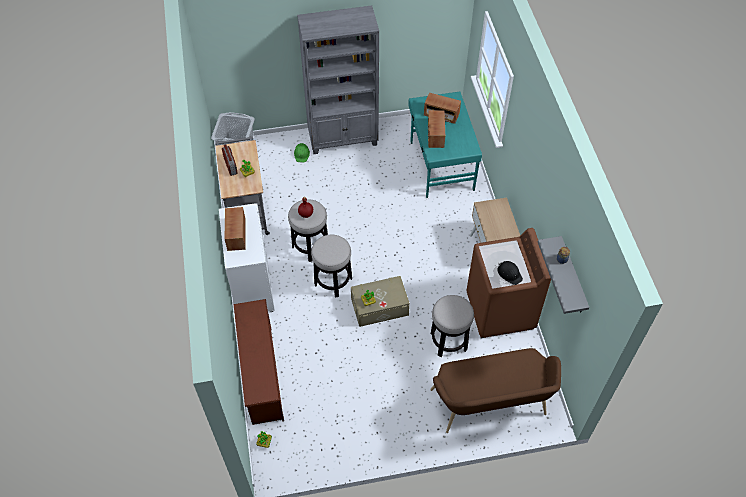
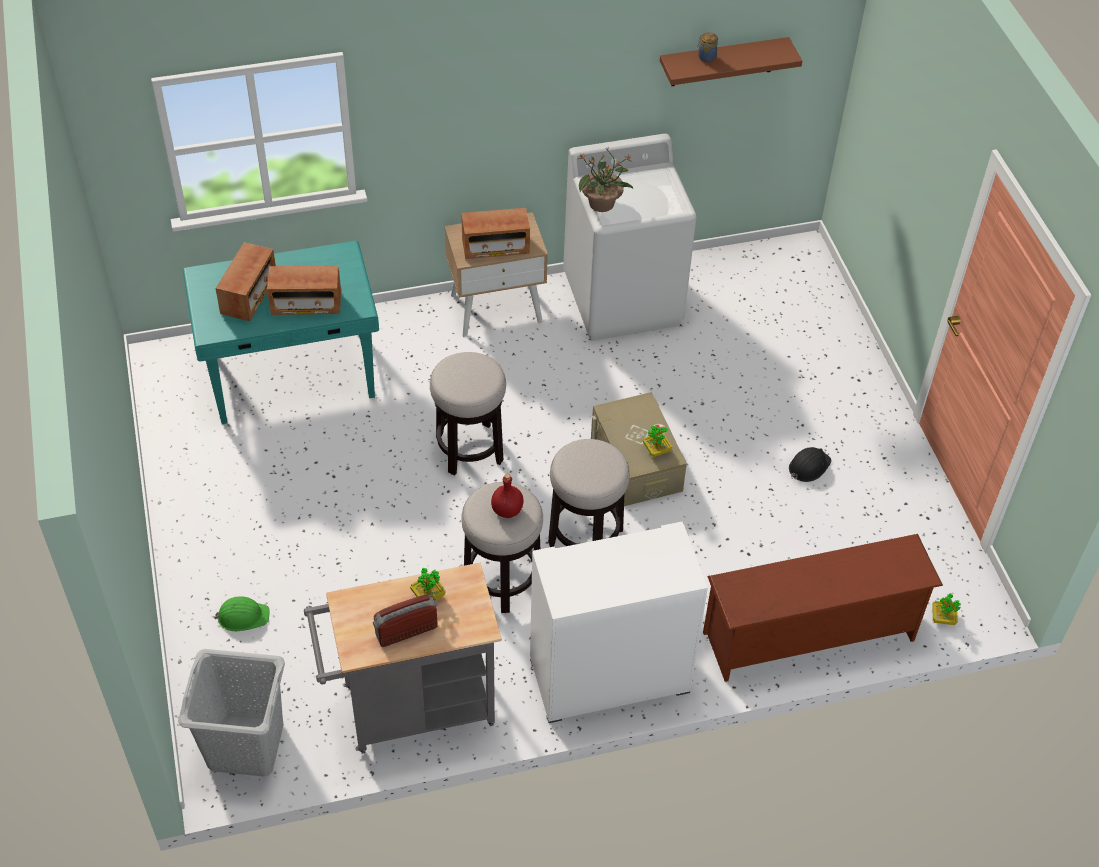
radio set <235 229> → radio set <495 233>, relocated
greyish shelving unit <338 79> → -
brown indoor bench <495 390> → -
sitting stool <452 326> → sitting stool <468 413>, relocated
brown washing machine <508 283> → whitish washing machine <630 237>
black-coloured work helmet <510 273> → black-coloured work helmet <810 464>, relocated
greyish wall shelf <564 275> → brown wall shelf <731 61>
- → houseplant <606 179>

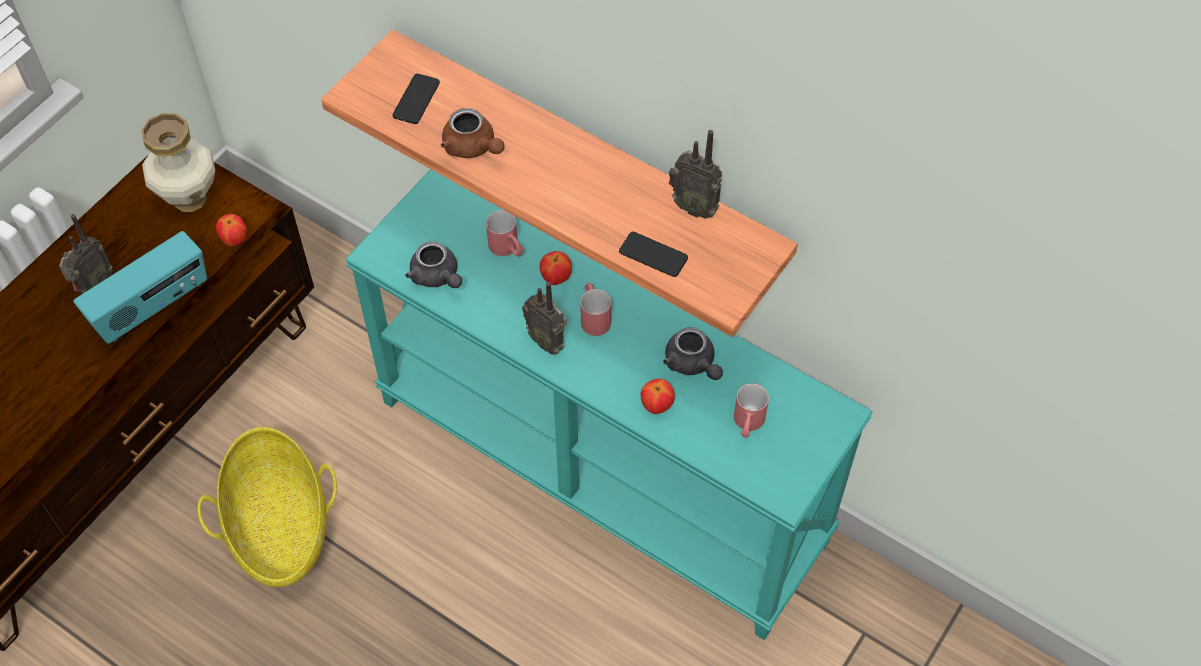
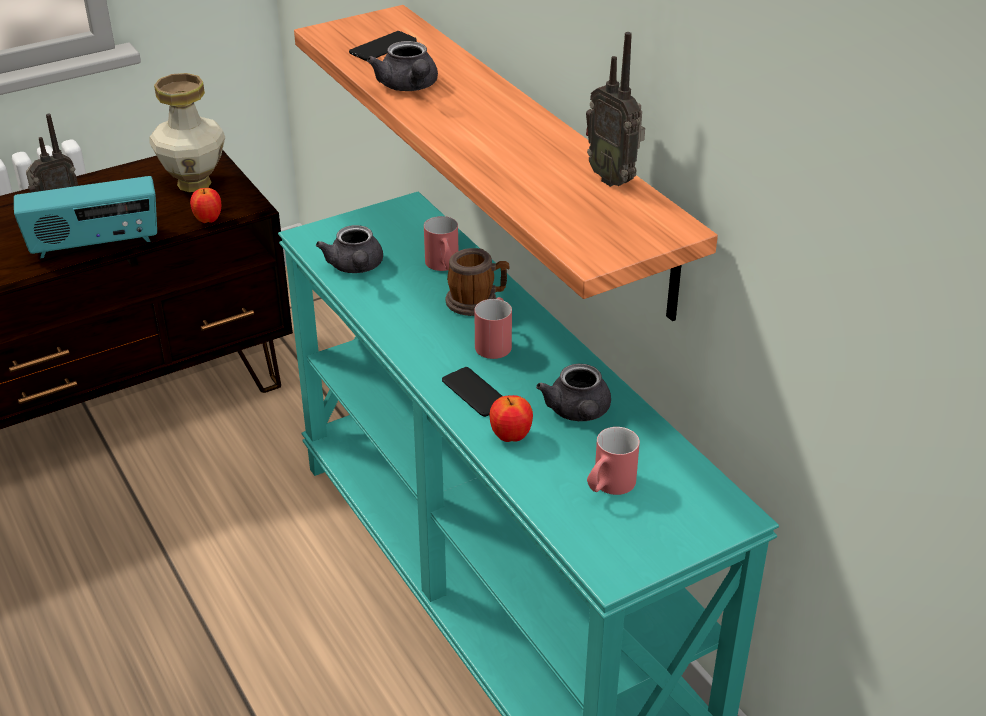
household basket <267 507> → -
brown tea pot <473 133> → greyish tea pot <402 66>
radio set <544 318> → -
whole apple <556 268> → mug <477 282>
telephone <653 254> → telephone <472 392>, relocated

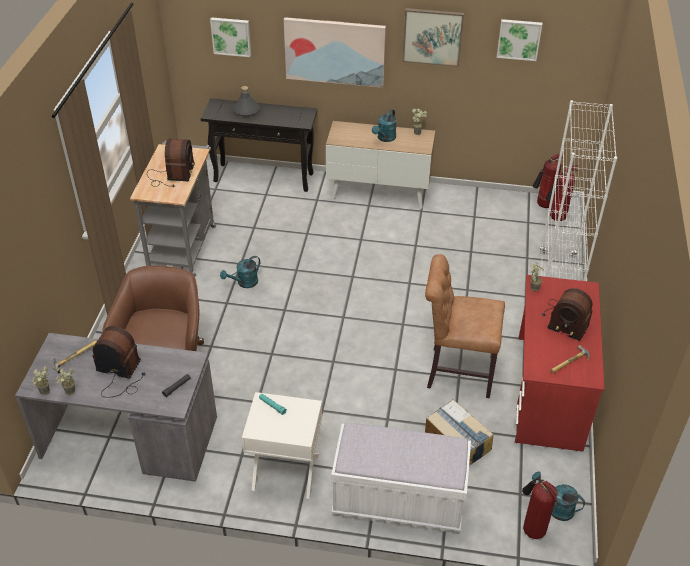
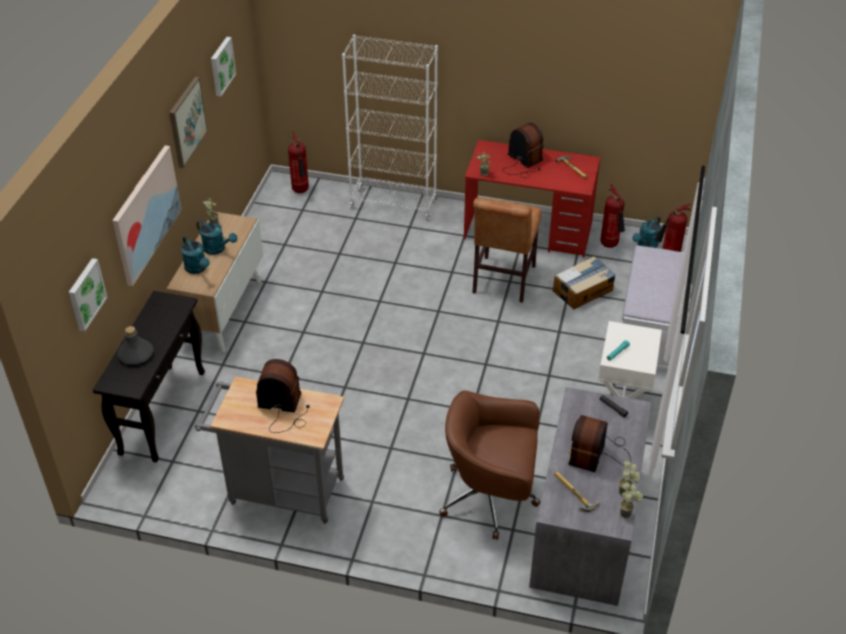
turquoise-coloured watering pot <240 272> → turquoise-coloured watering pot <195 255>, relocated
fire-fighting cylinder <549 180> → fire-fighting cylinder <612 216>, relocated
radio set <567 314> → radio set <523 150>, 75 degrees counterclockwise

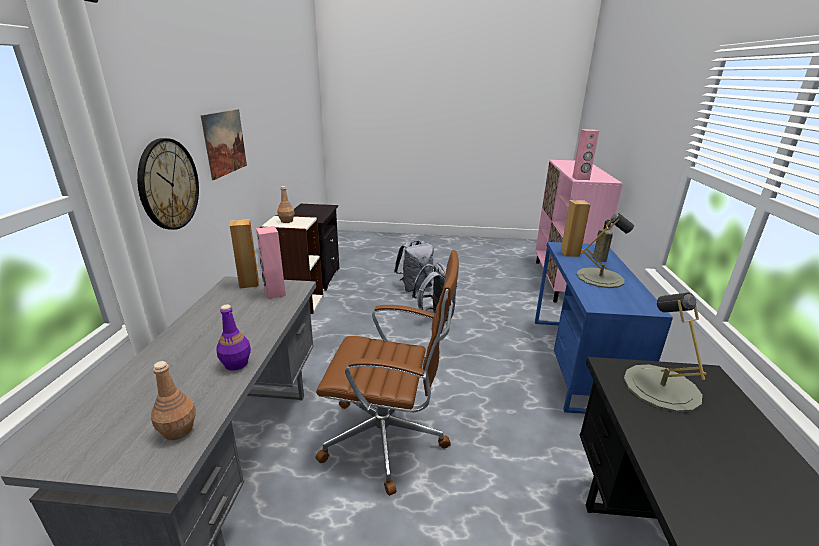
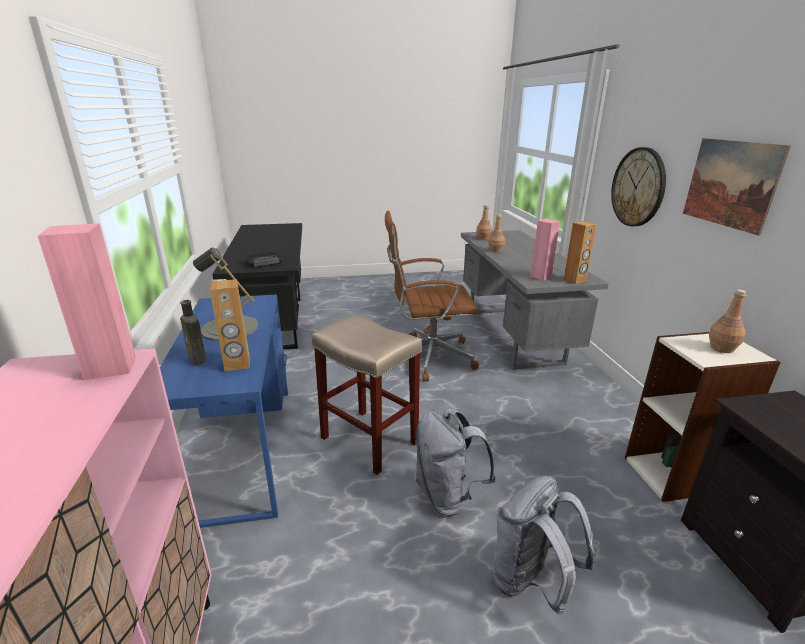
purplish beverage bottle <233 337> → brown beverage bottle <496 233>
greyish lamp for a table <665 352> → radio set <263 259>
- → sand-coloured sitting stool <367 395>

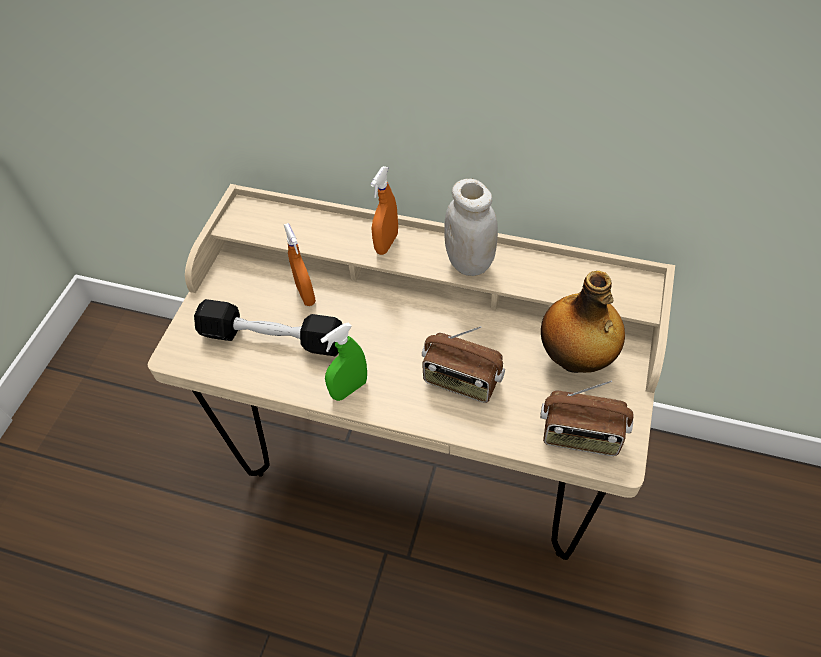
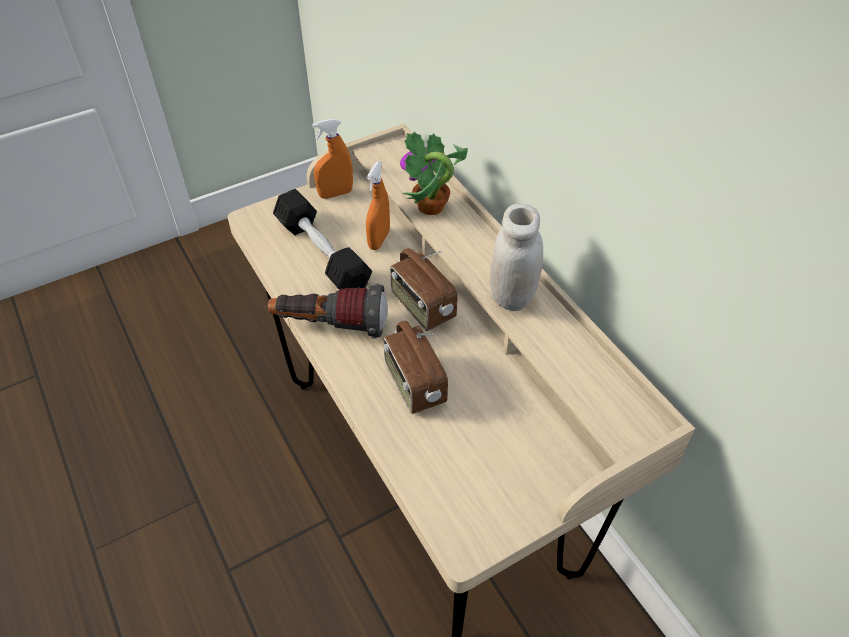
green sprayer <343 361> → flashlight <328 311>
orange-coloured sprayer <384 210> → orange-coloured sprayer <332 158>, relocated
radio set <587 418> → radio set <424 289>, relocated
beverage bottle <583 322> → -
- → houseplant <434 173>

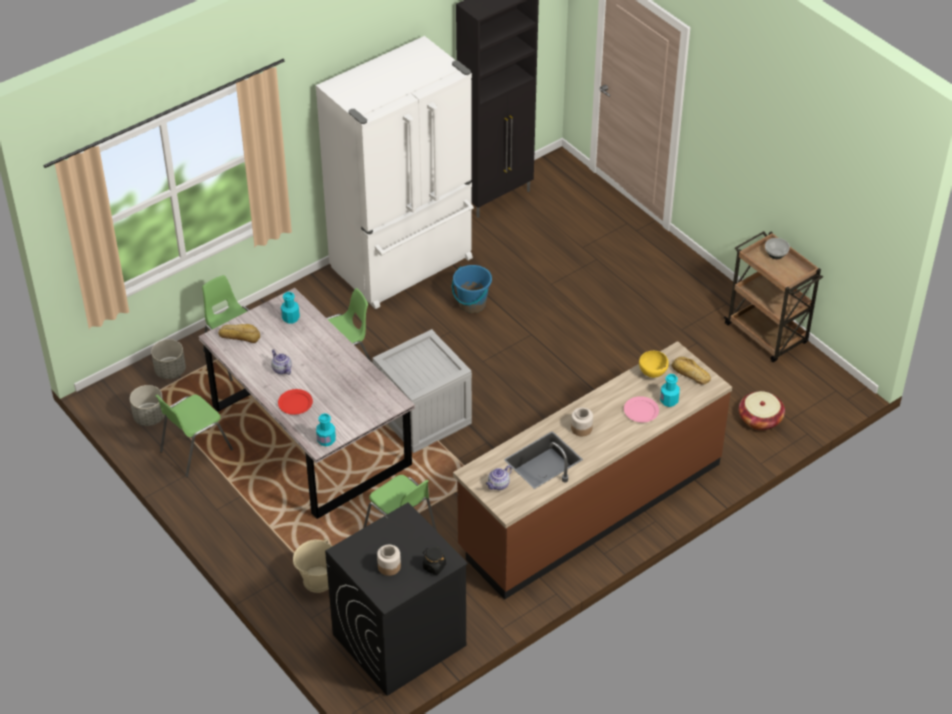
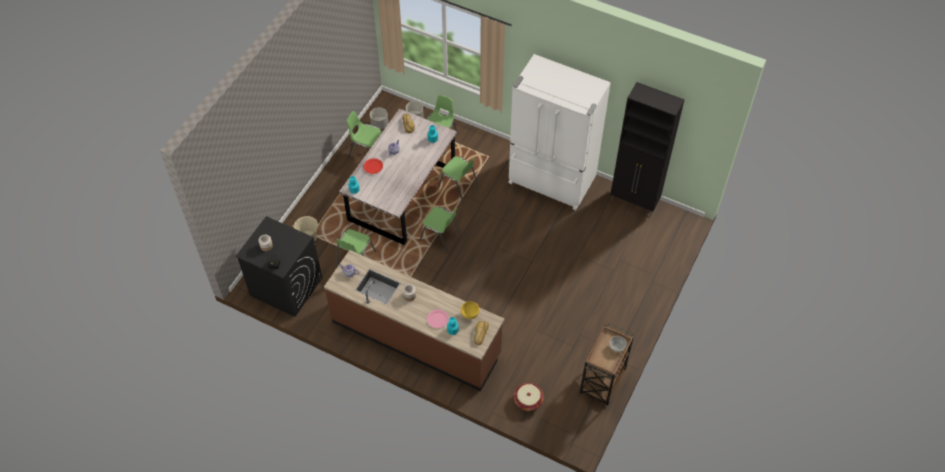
crate <422 391> → green upright chair <440 230>
blue bucket <472 289> → -

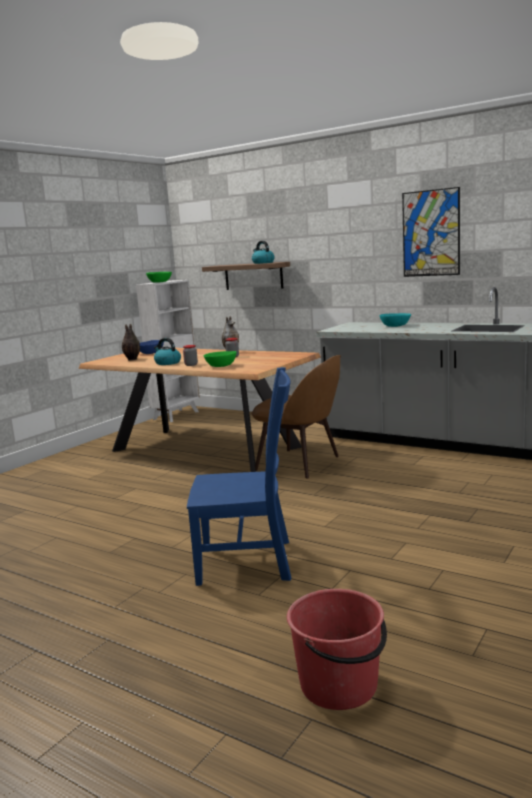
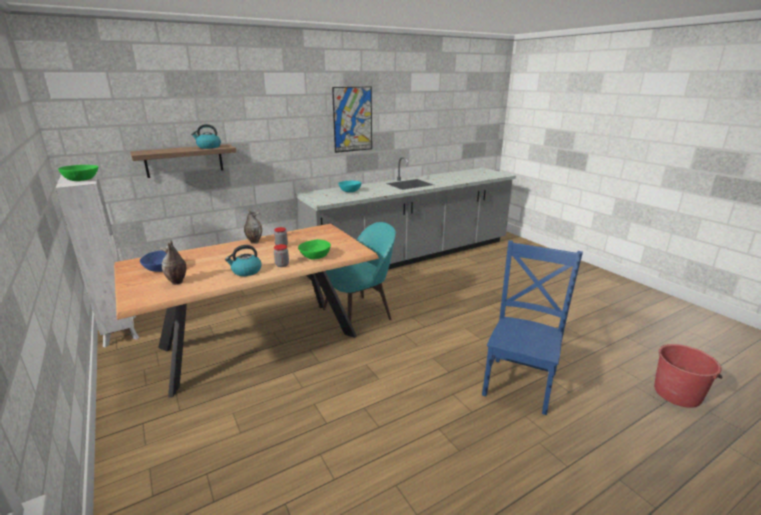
brown upright chair <296 416> → turquoise-coloured upright chair <359 272>

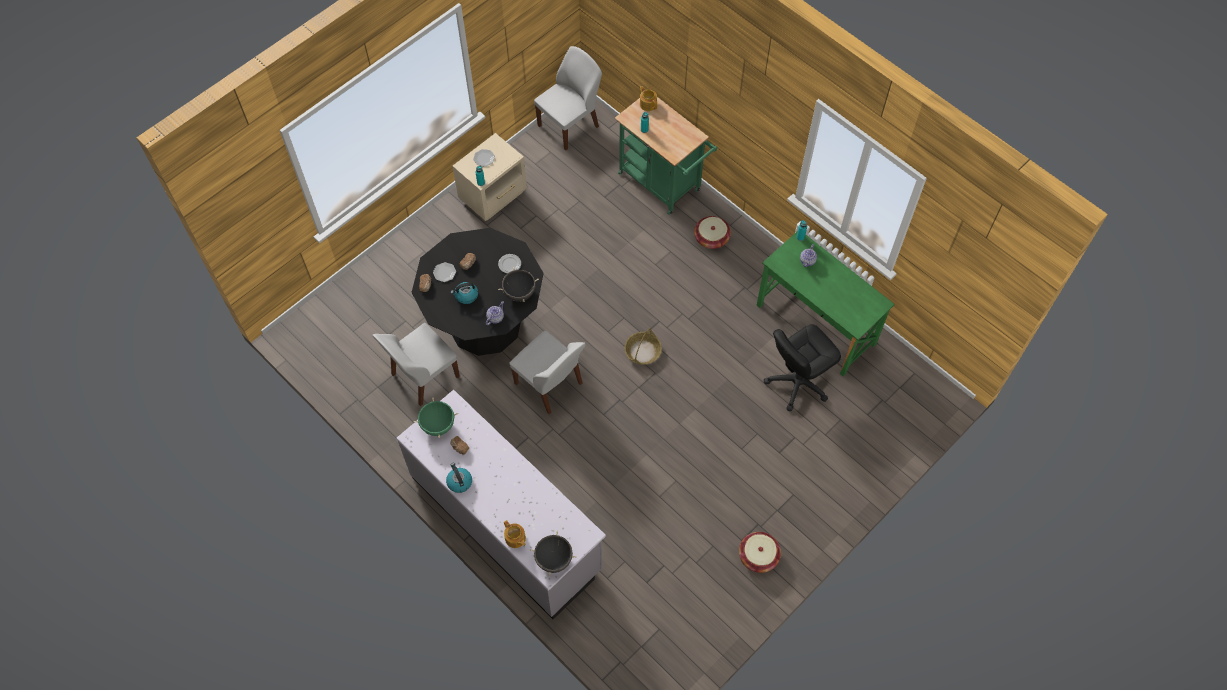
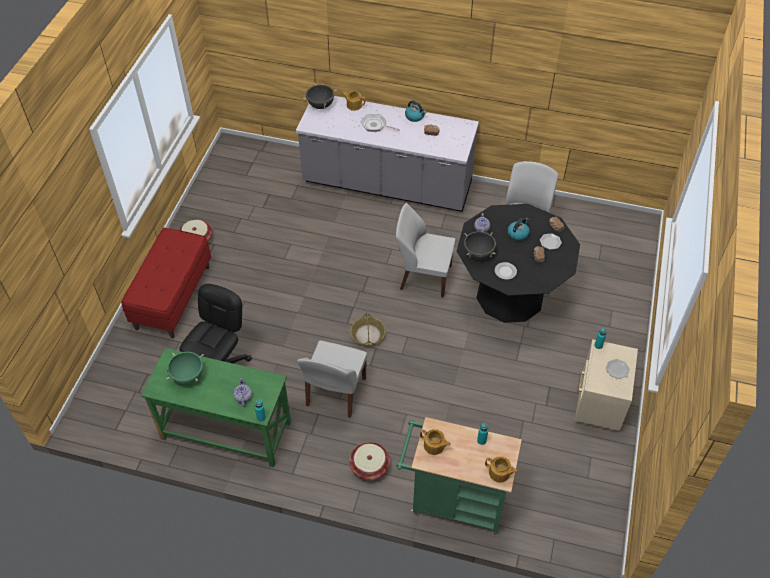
green saucepot <435 418> → green saucepot <185 368>, relocated
whitish upright chair <568 98> → whitish upright chair <332 379>, relocated
- → red-coloured indoor bench <166 283>
- → skillet <380 123>
- → tea pot <435 442>

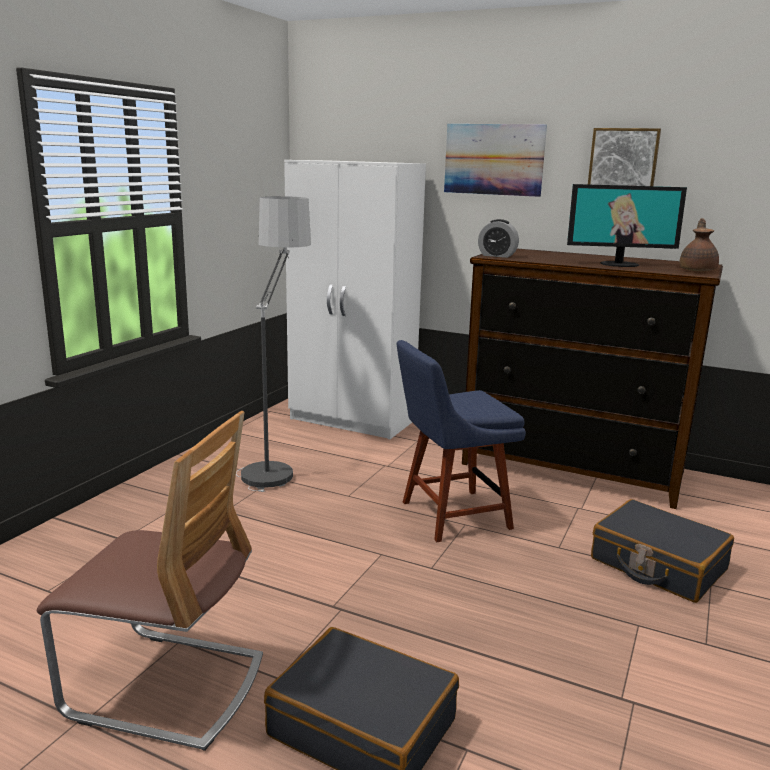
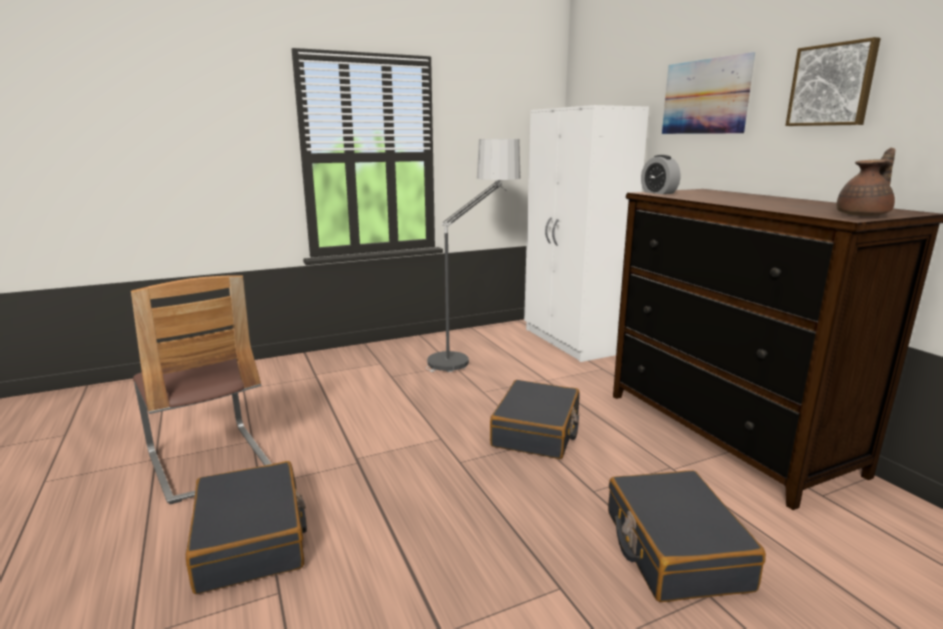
blue upright chair <461 441> → black-coloured piece of luggage <535 419>
computer screen <627 225> → -

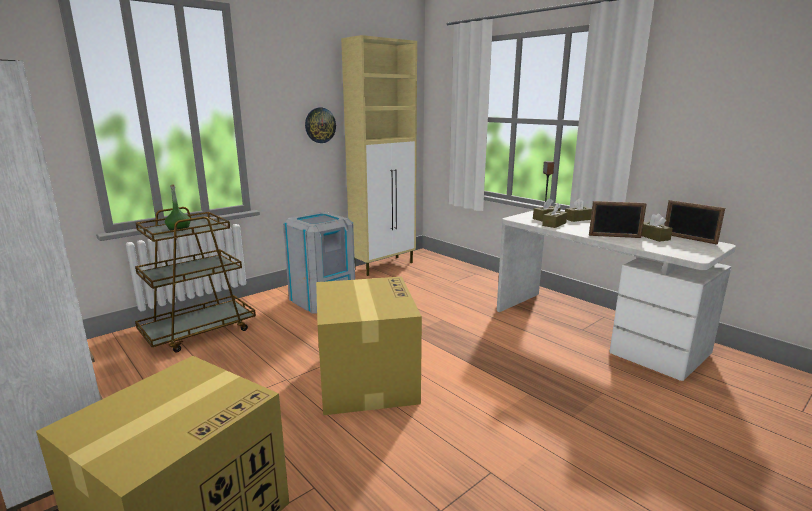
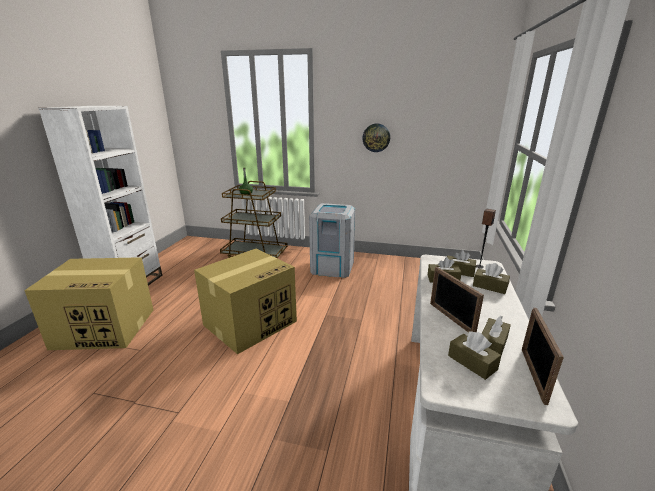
sand-coloured storage cabinet <379 155> → -
- → brown tissue box <474 355>

